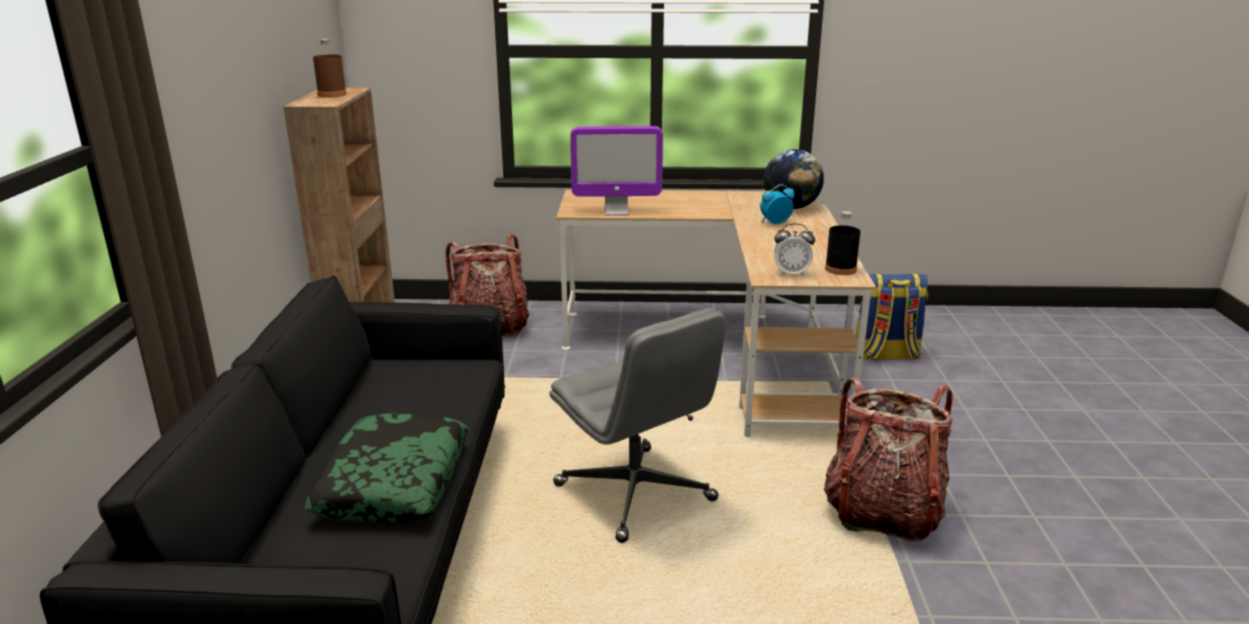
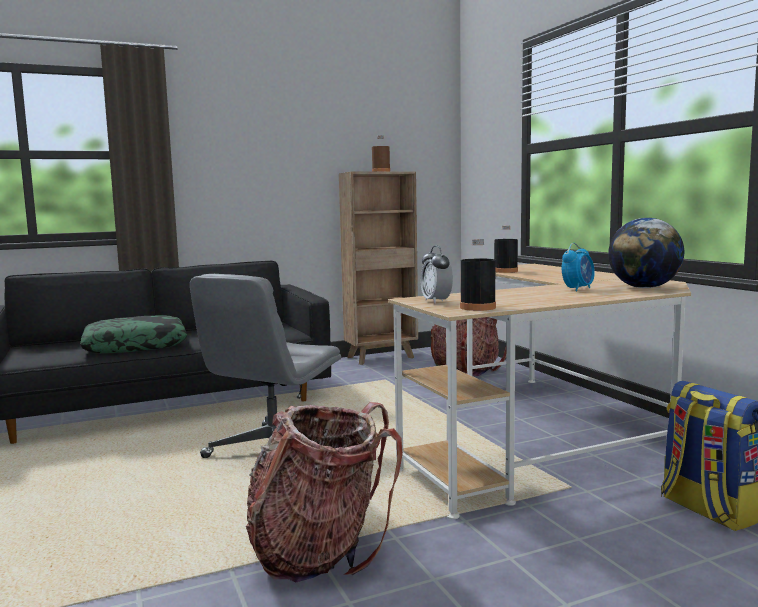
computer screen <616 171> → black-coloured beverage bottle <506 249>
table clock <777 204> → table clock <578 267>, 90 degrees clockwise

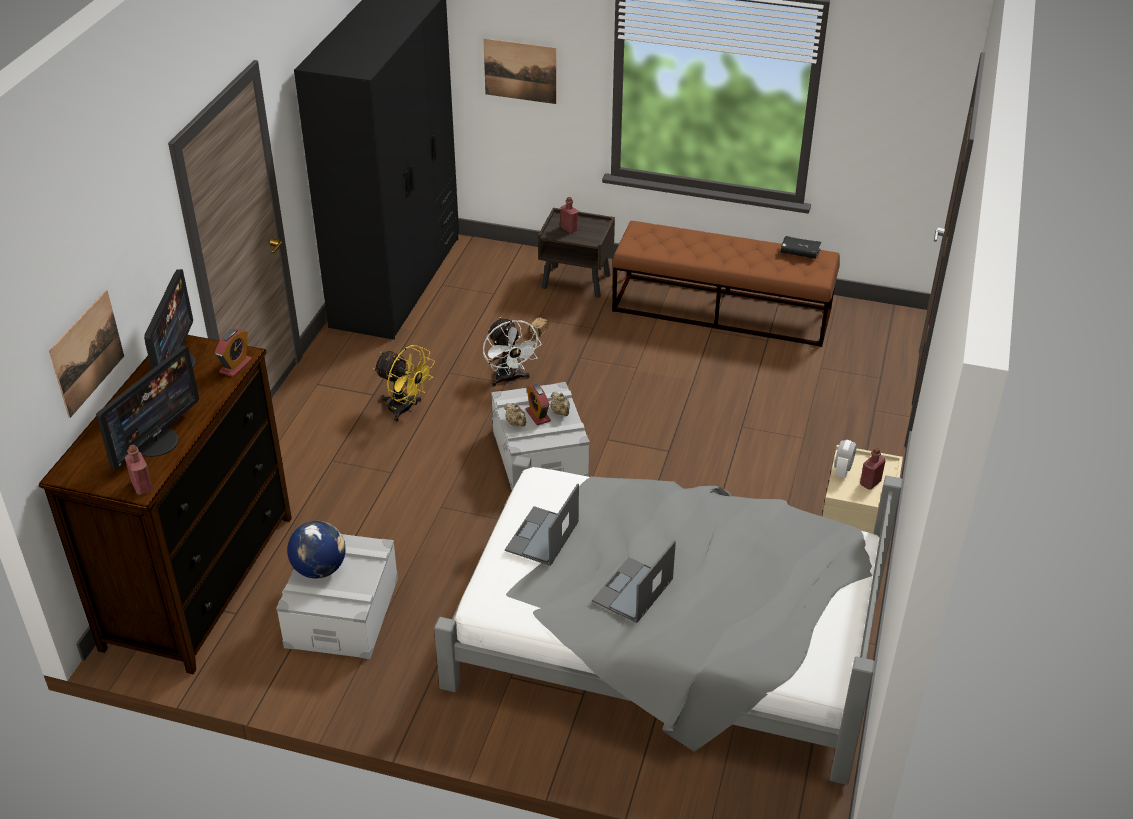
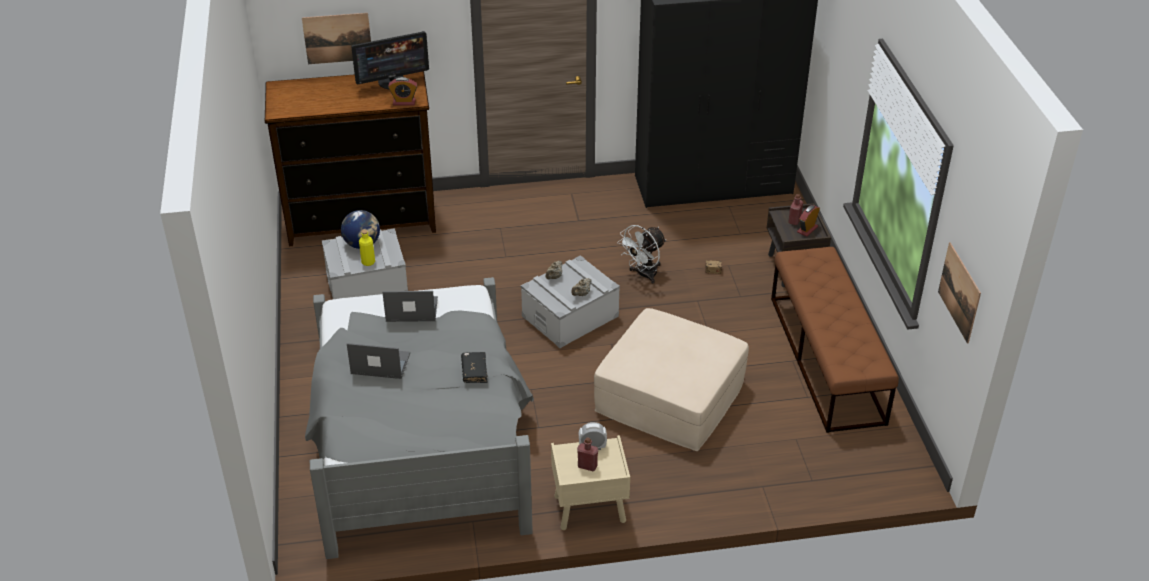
computer screen <147 407> → -
red-coloured beverage bottle <139 470> → -
yellowish cooling fan <404 383> → -
picture <519 71> → picture <959 292>, relocated
table clock <538 404> → table clock <808 221>, relocated
black-coloured volume <801 247> → black-coloured volume <474 367>, relocated
- → yellowish beverage bottle <367 248>
- → sand-coloured pouffe <671 379>

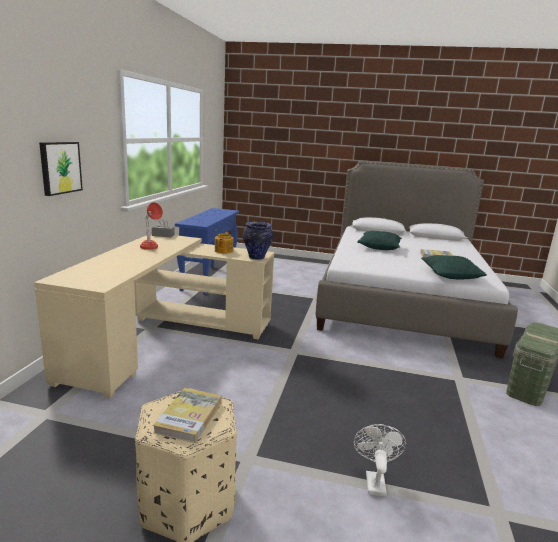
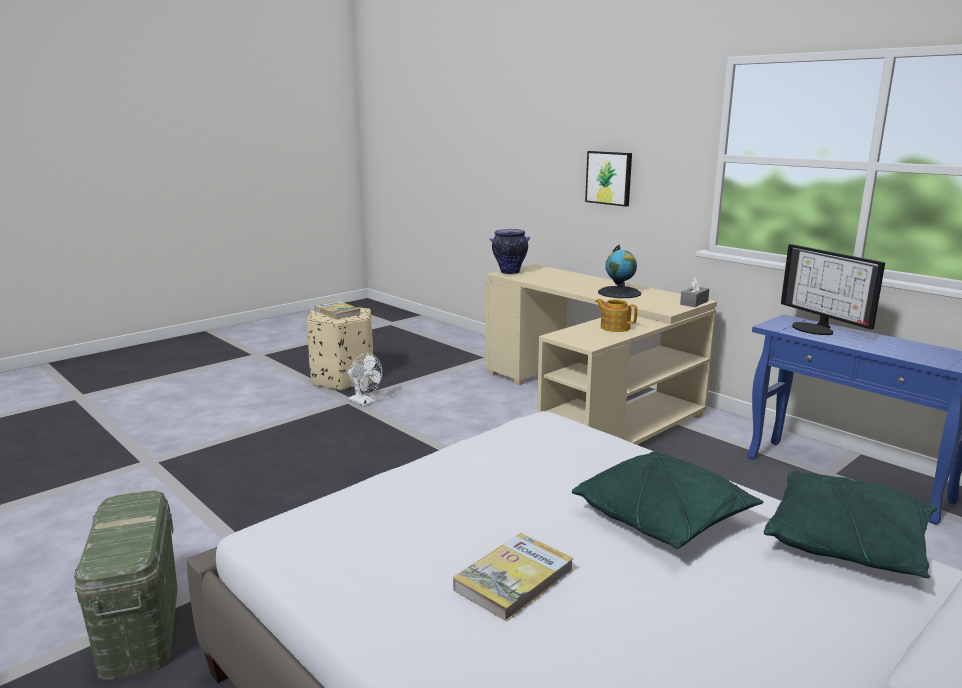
red-coloured lamp for a table <151 226> → desk globe <619 271>
flower vase <258 240> → flower vase <510 251>, relocated
whitish cooling fan <380 460> → whitish cooling fan <365 379>, relocated
green pillow <454 267> → green pillow <850 524>, relocated
- → computer screen <833 289>

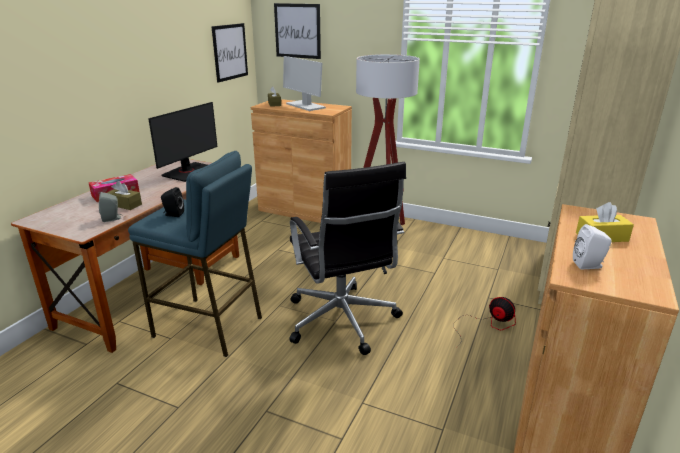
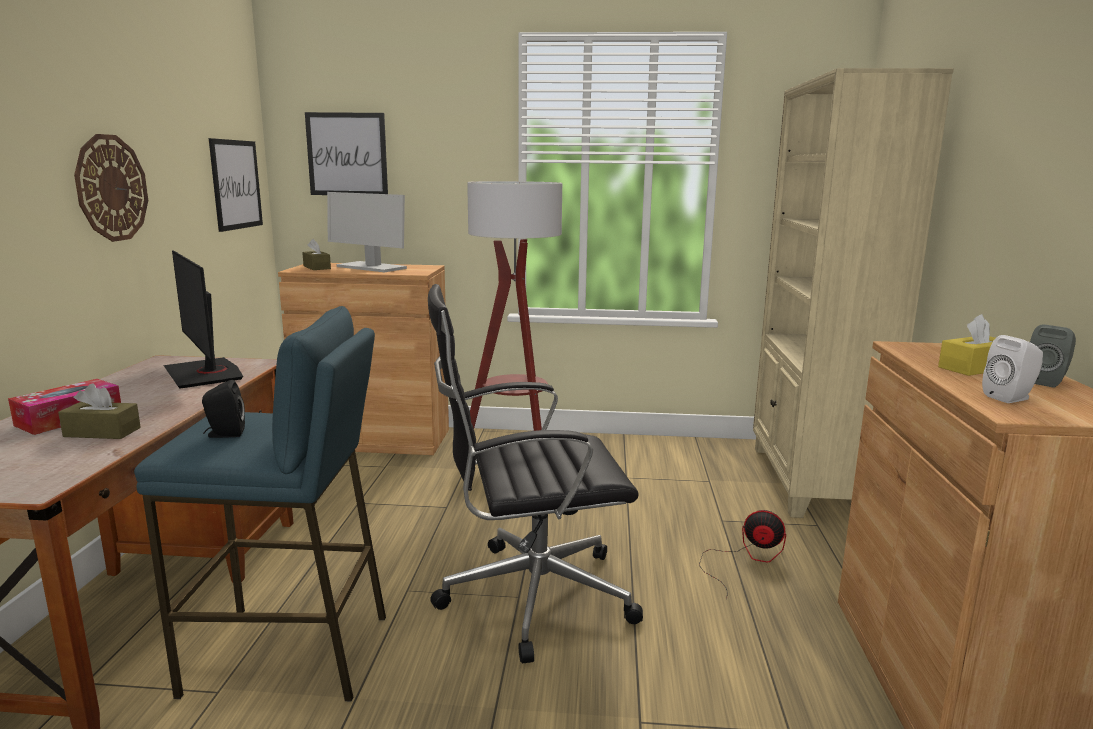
greyish loudspeaker <111 207> → greyish loudspeaker <1053 356>, relocated
computer screen <182 142> → computer screen <203 320>, 135 degrees clockwise
black-coloured desk chair <347 258> → black-coloured desk chair <535 473>, 120 degrees clockwise
- → hanging clock <111 188>

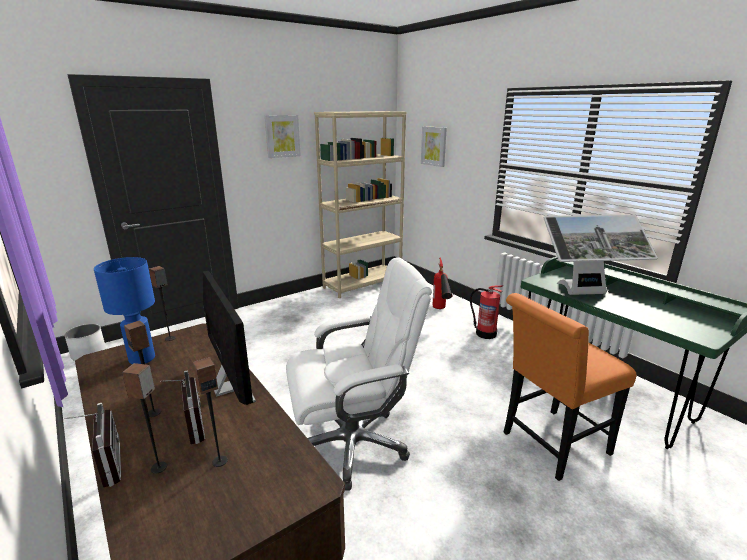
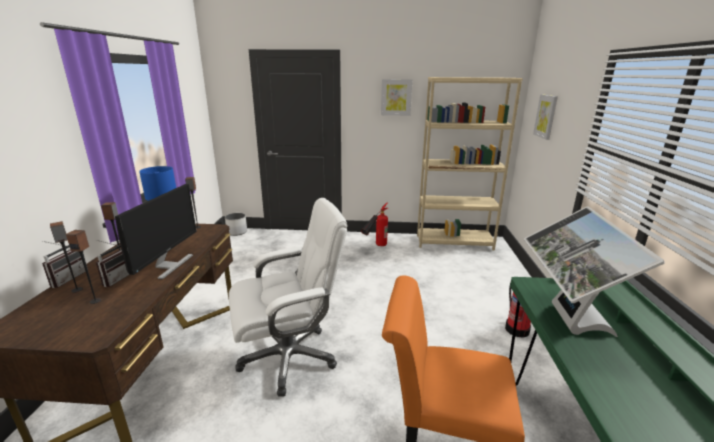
whitish desk chair <359 374> → whitish desk chair <288 297>, 45 degrees counterclockwise
fire-fighting cylinder <442 283> → fire-fighting cylinder <374 224>, relocated
computer screen <601 254> → computer screen <594 271>, 60 degrees clockwise

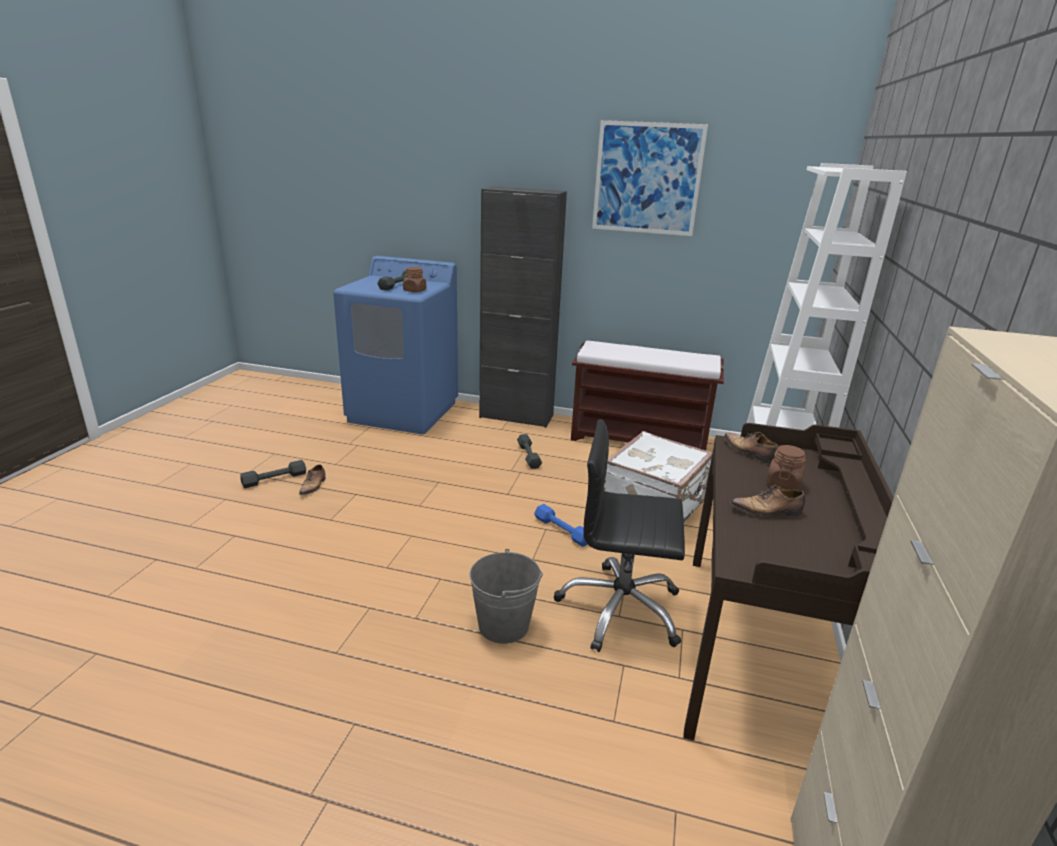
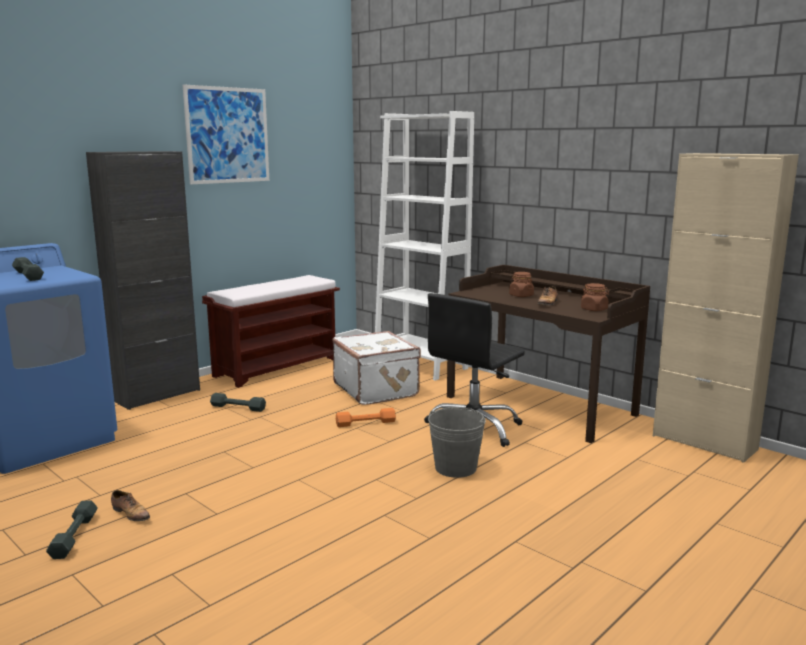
brown jar <414 279> → brown jar <595 297>, relocated
blue free weight <561 525> → orange-coloured free weight <366 417>
shoe <751 448> → -

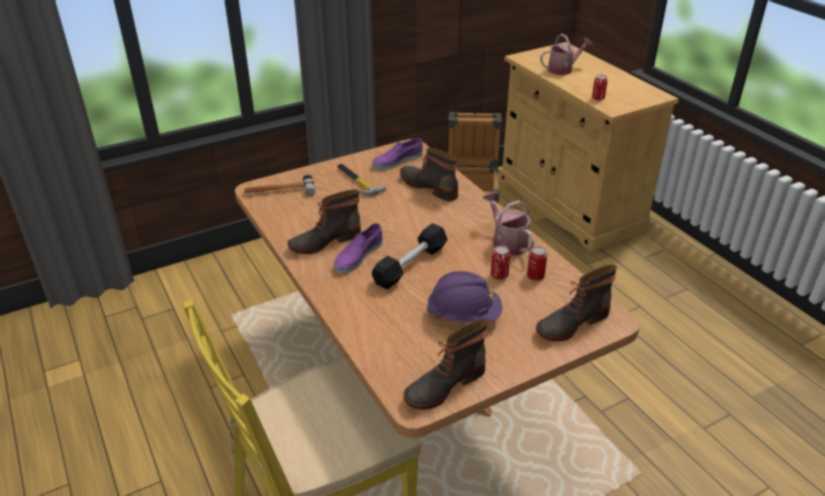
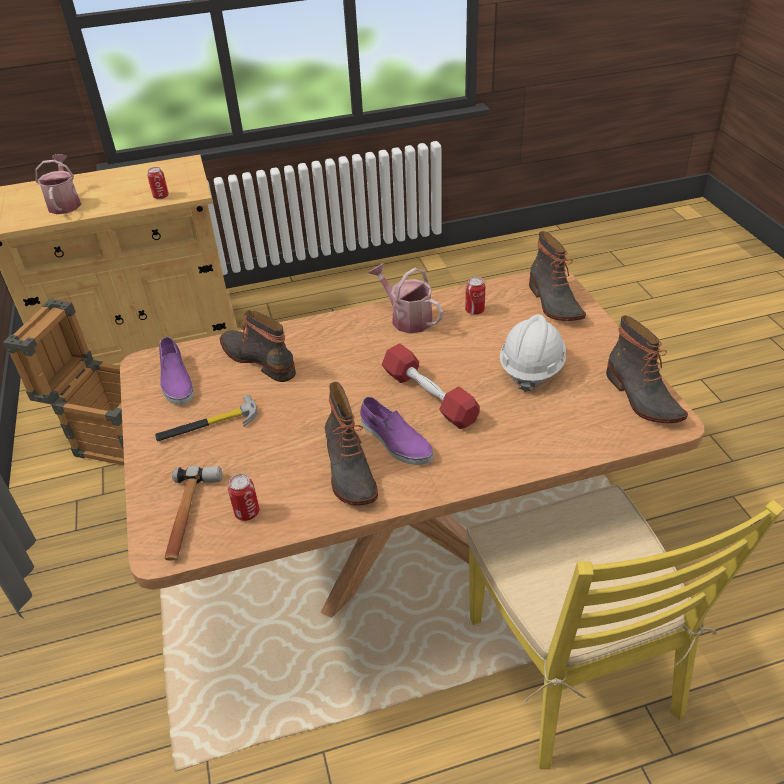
black-coloured free weight <410 256> → red-coloured free weight <431 386>
tall boot <429 174> → tall boot <258 346>, 75 degrees clockwise
purplish work helmet <464 296> → whitish work helmet <533 353>
watering pot <508 224> → watering pot <406 298>, 60 degrees clockwise
can <500 262> → can <243 497>, relocated

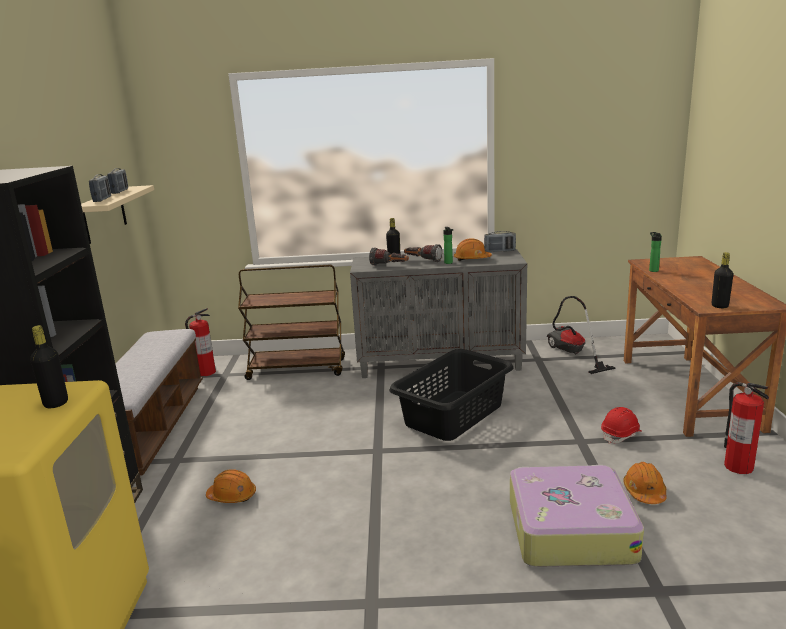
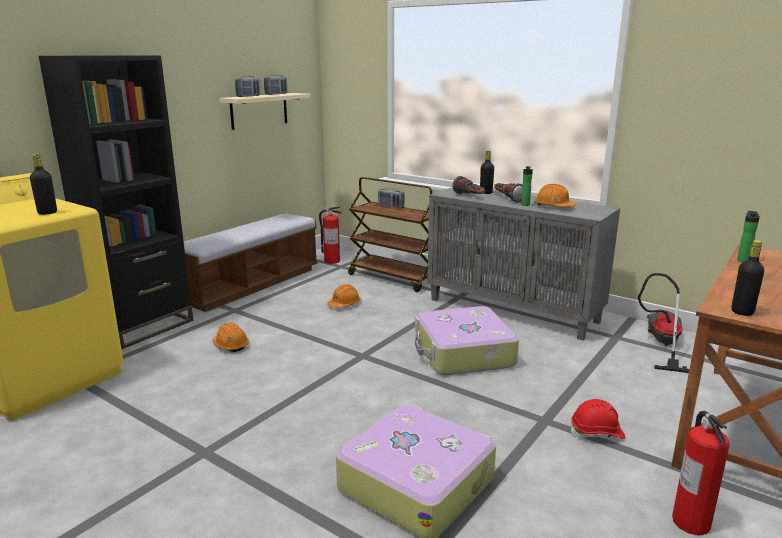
black-coloured hamper <451 395> → piece of luggage <467 340>
radio set <500 242> → radio set <391 198>, relocated
orange-coloured work helmet <645 483> → orange-coloured work helmet <344 296>, relocated

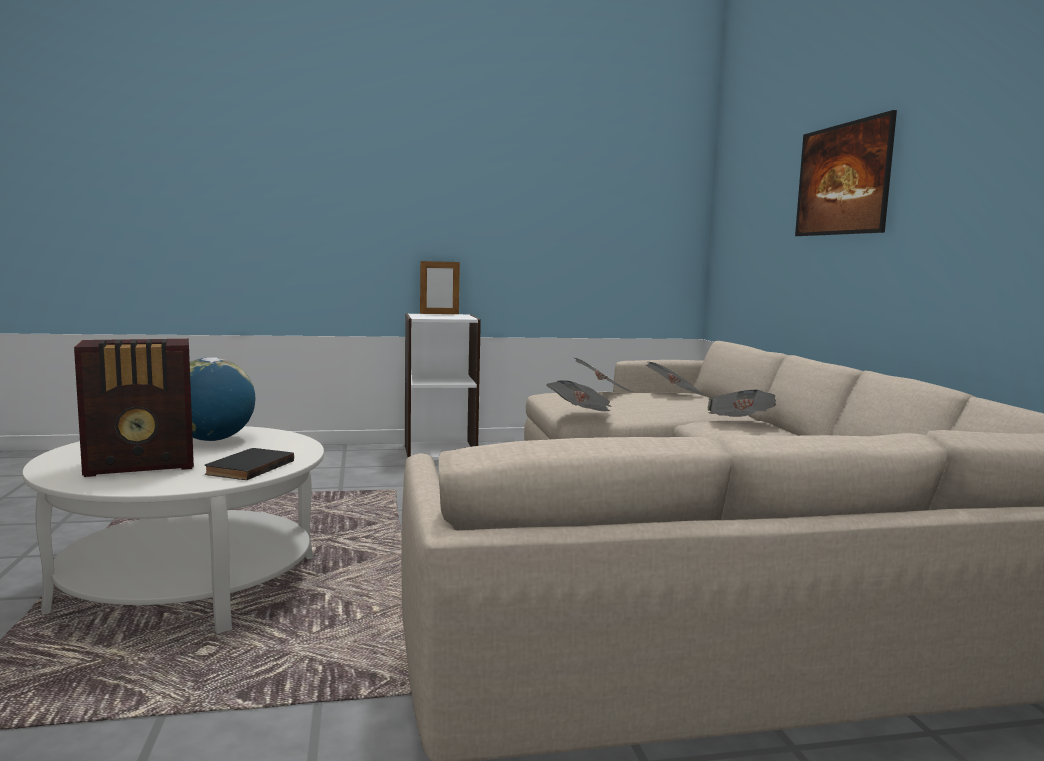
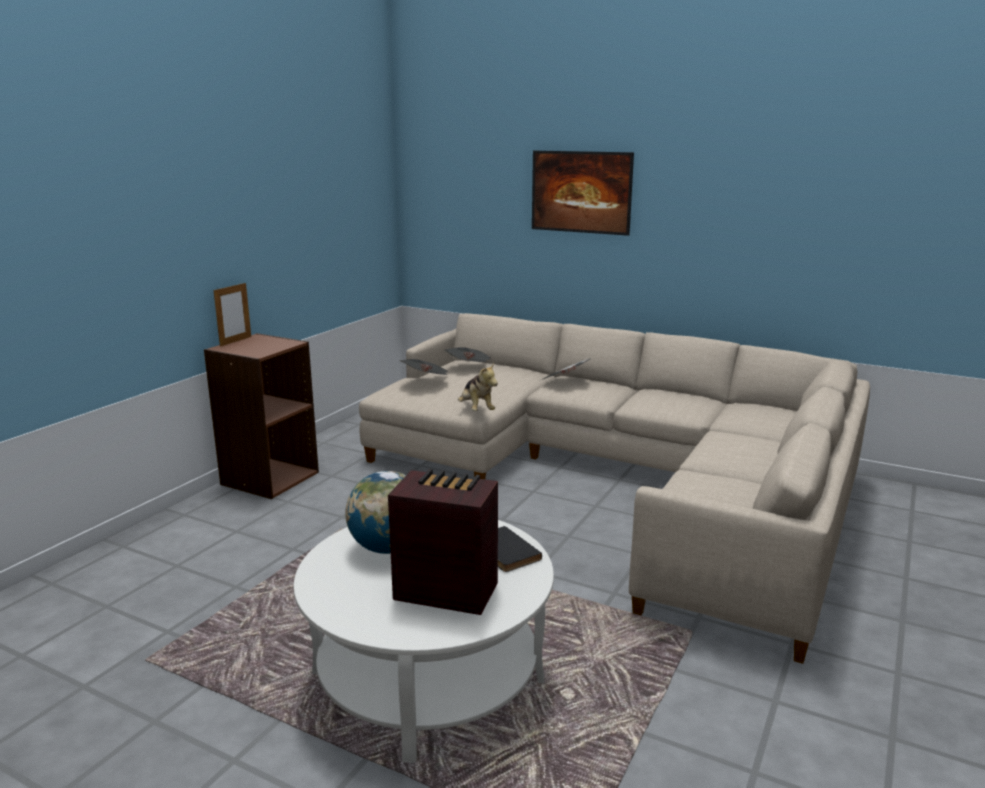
radio set <134 408> → radio set <443 542>, 90 degrees counterclockwise
whitish shelving unit <443 386> → brown shelving unit <261 416>
daily paper <579 395> → plush toy <478 387>

